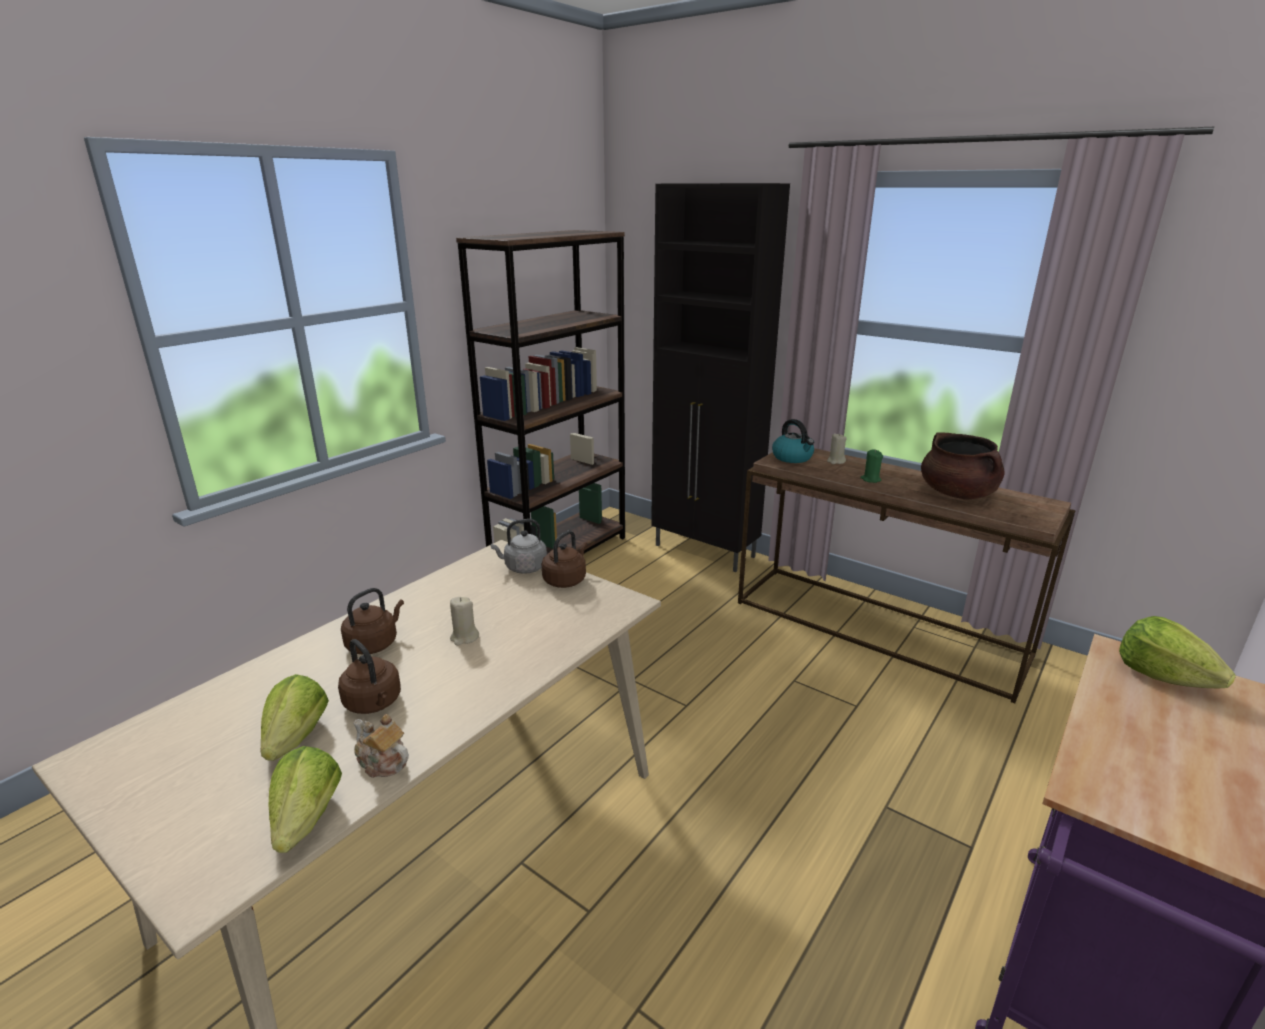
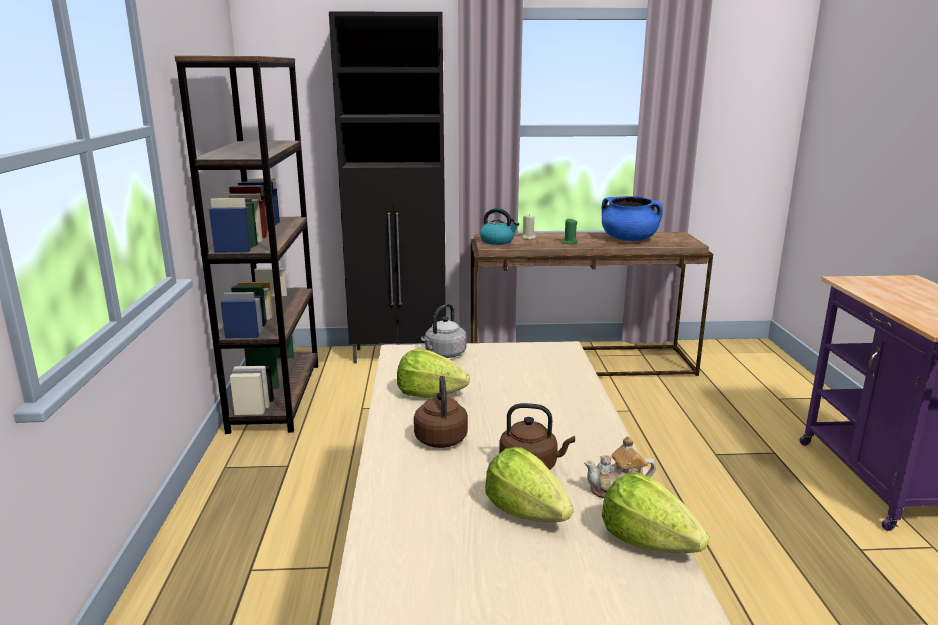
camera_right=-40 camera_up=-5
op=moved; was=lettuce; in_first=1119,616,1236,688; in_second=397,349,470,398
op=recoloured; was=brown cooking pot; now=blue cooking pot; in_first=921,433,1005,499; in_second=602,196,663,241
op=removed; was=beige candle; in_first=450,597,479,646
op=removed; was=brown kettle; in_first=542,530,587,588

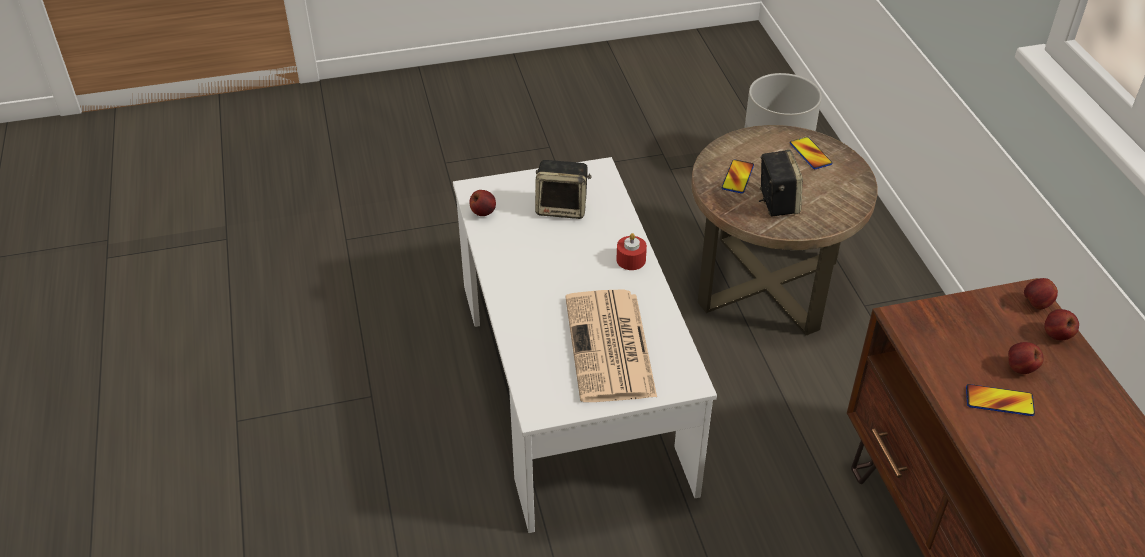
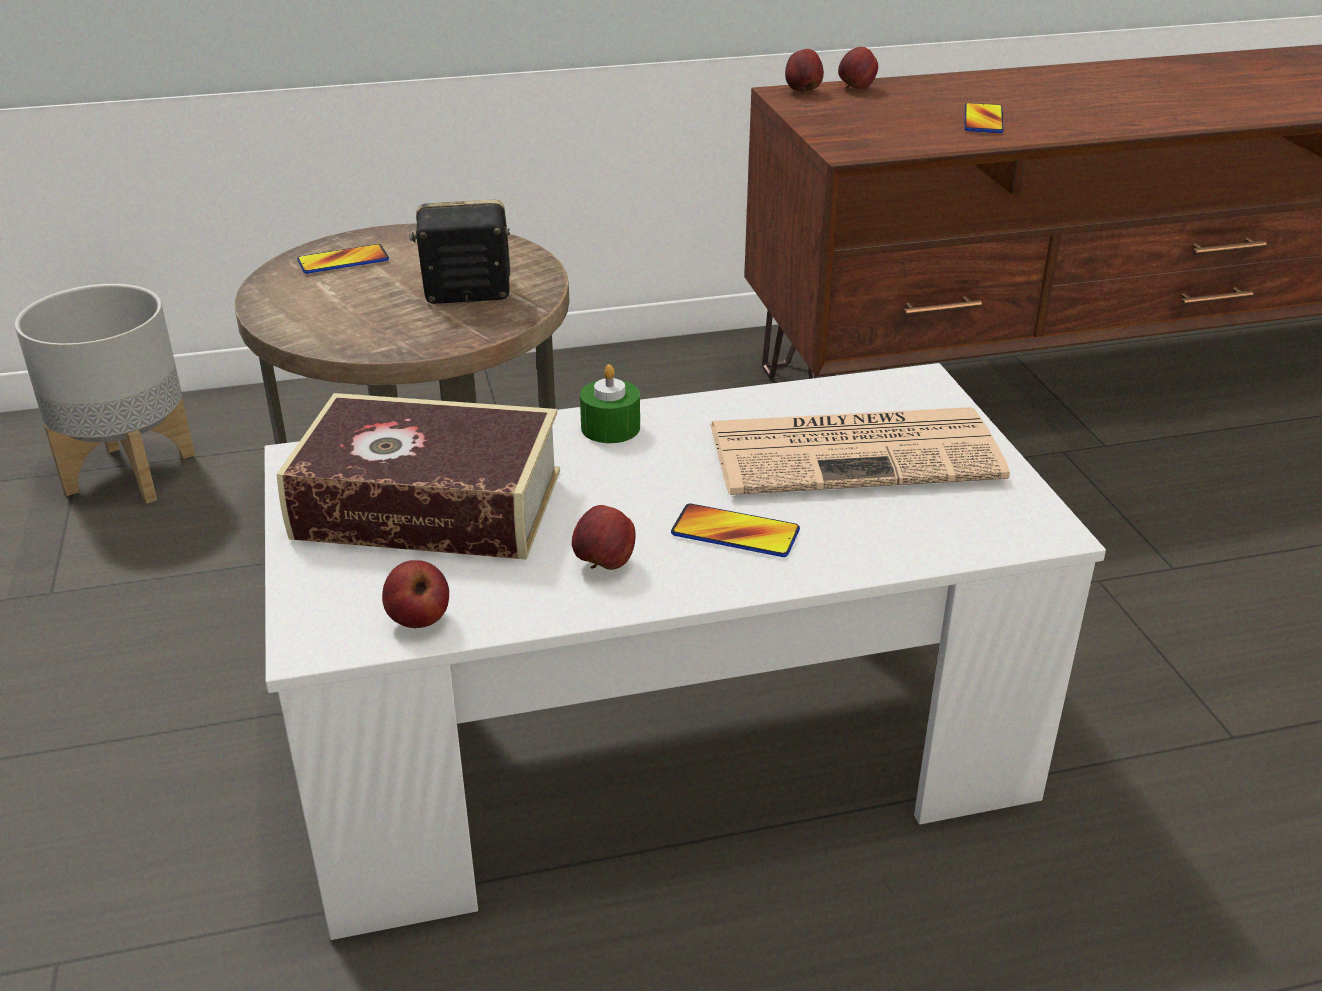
camera_right=-90 camera_up=-10
op=replaced; was=speaker; now=book; in_first=535,160,591,219; in_second=277,393,560,560
op=moved; was=apple; in_first=1008,342,1044,374; in_second=572,505,636,570
op=recoloured; was=red candle; now=green candle; in_first=616,233,647,270; in_second=580,364,640,443
op=moved; was=phone; in_first=722,159,754,194; in_second=671,504,800,557

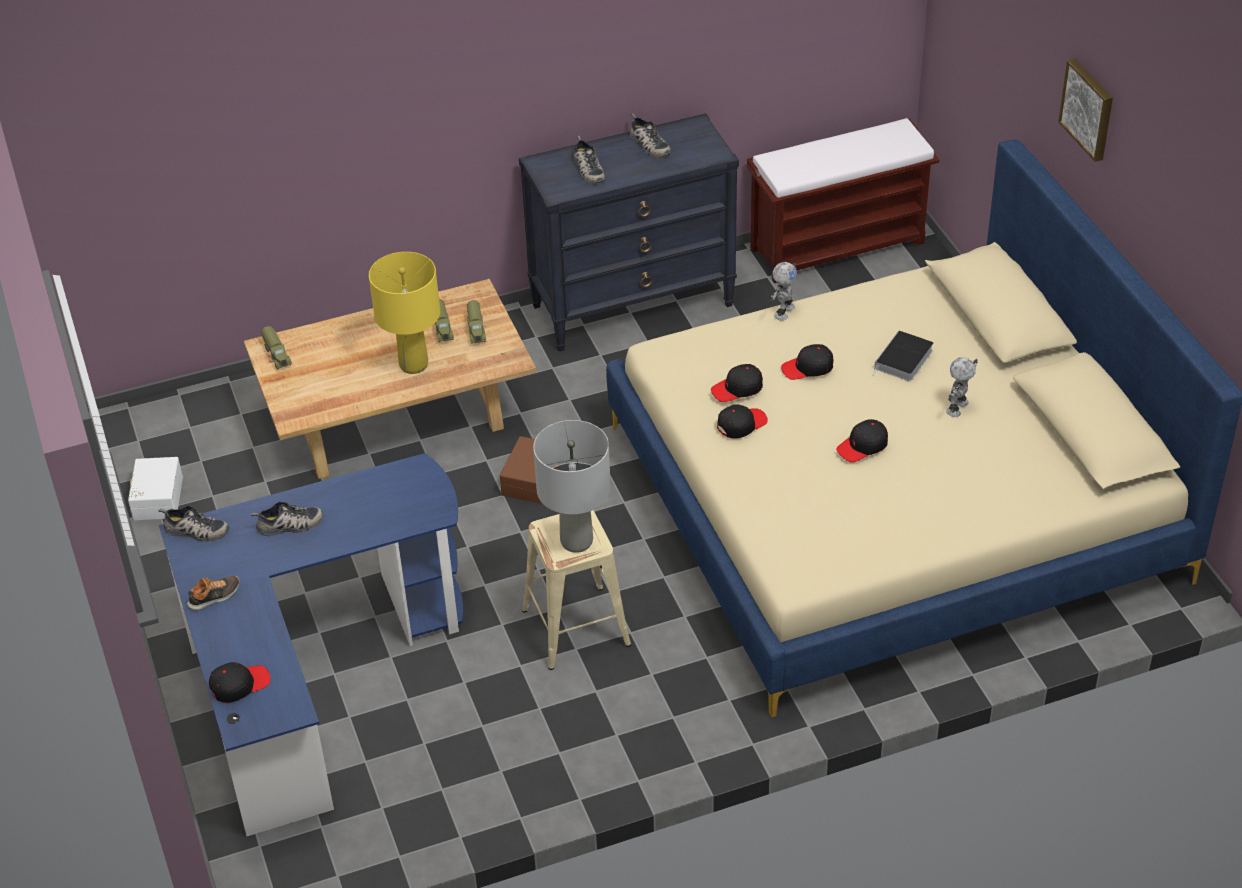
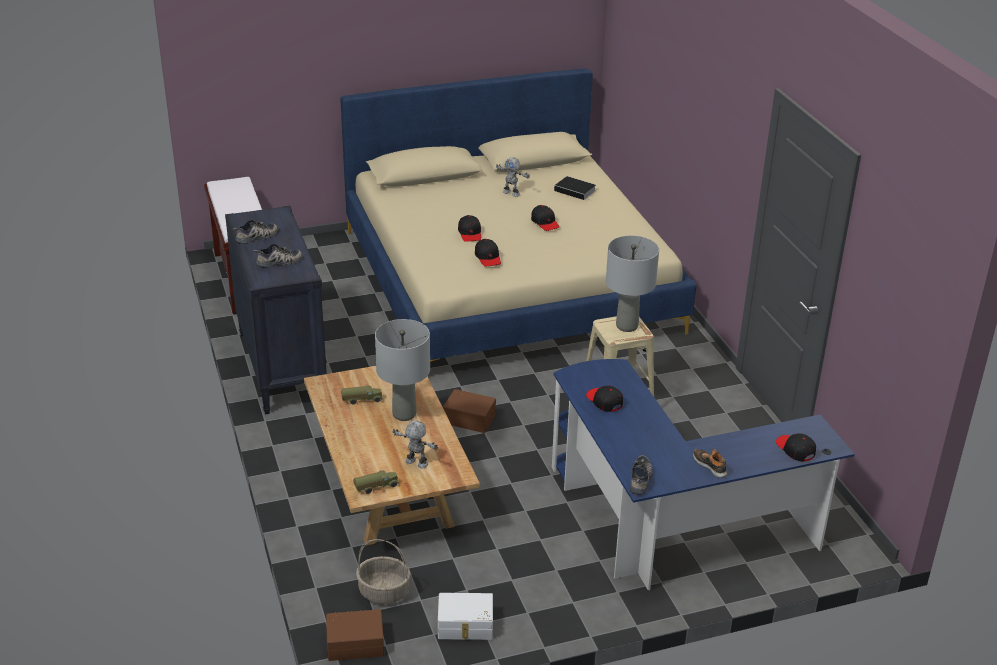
camera_right=-90 camera_up=-10
op=added; now=brown storage box; in_second=326,609,384,661
op=added; now=basket; in_second=356,539,410,604
op=recoloured; was=yellow table lamp; now=grey table lamp; in_first=369,252,440,374; in_second=375,319,430,421
op=moved; was=toy robot; in_first=770,262,797,321; in_second=392,420,438,469
op=moved; was=book; in_first=872,330,934,382; in_second=554,176,596,201
op=moved; was=black cap; in_first=717,404,768,438; in_second=586,386,623,412
op=removed; was=shoe; in_first=251,502,323,536
op=removed; was=toy truck; in_first=467,300,486,344
op=removed; was=picture; in_first=1058,59,1113,162

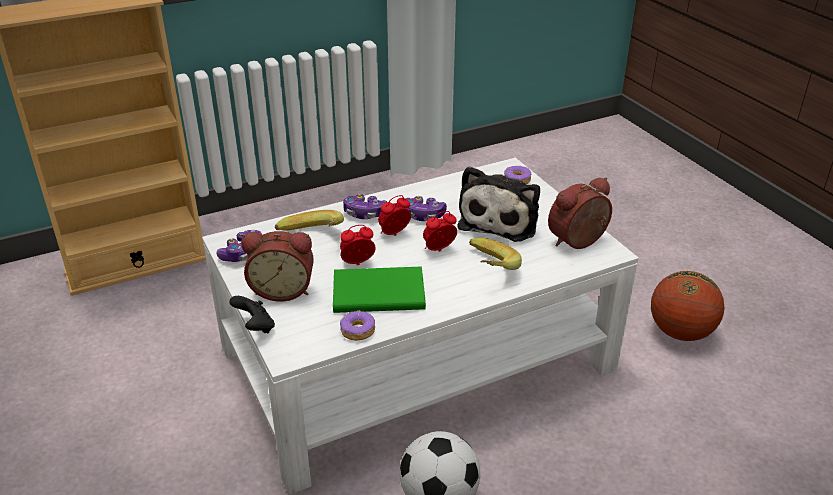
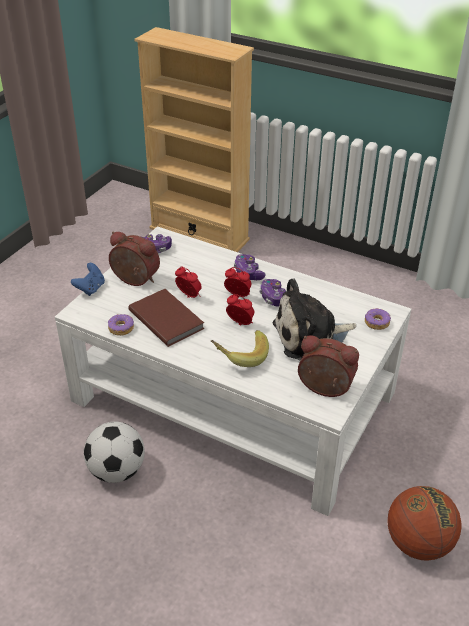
camera_right=55 camera_up=5
op=recoloured; was=black game controller; now=blue game controller; in_first=229,296,275,333; in_second=71,263,105,296
op=turned; was=alarm clock; in_first=241,231,314,302; in_second=109,232,160,286; clockwise=150
op=recoloured; was=green book; now=brown book; in_first=333,267,426,313; in_second=128,289,204,347
op=removed; was=banana; in_first=275,210,344,231

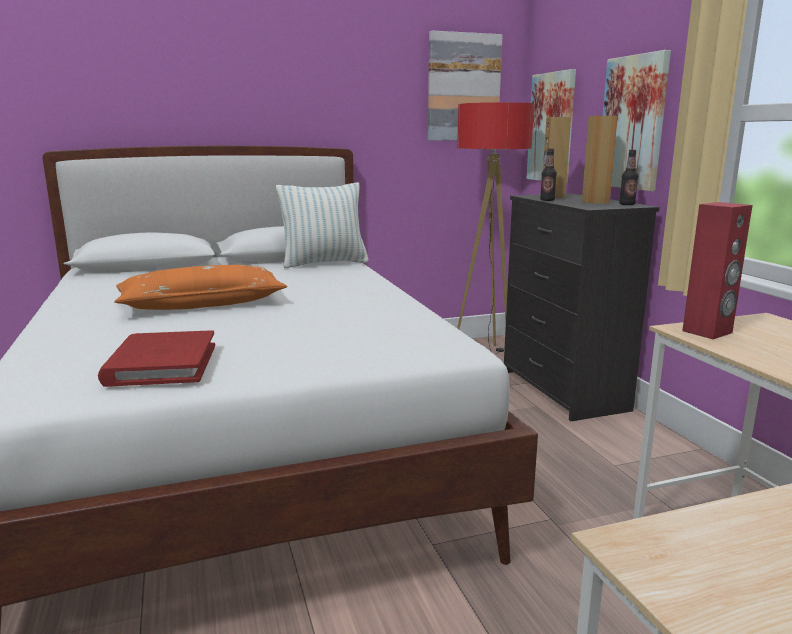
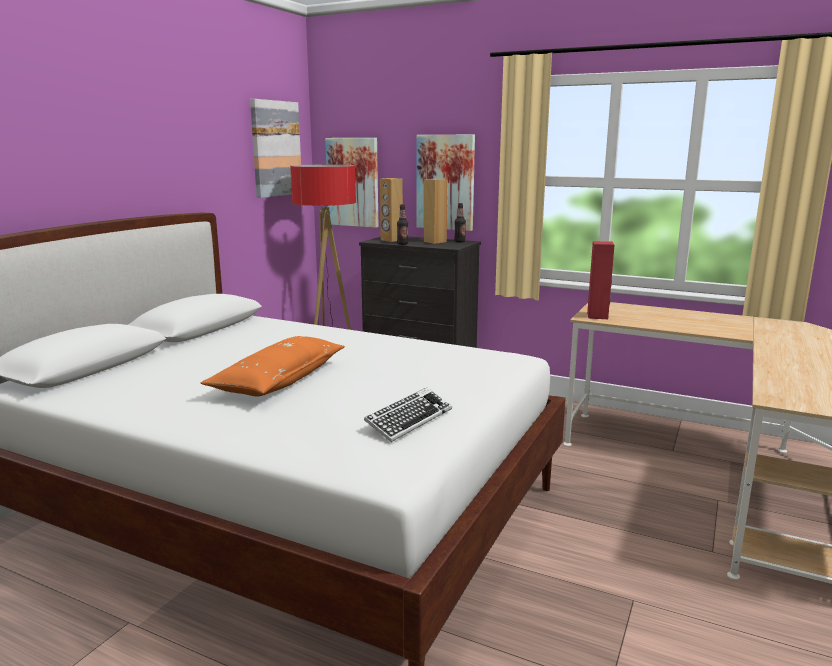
camera_right=-45 camera_up=0
op=replaced; was=red book; now=keyboard; in_first=98,330,215,387; in_second=364,387,452,442
op=removed; was=pillow; in_first=276,183,369,268

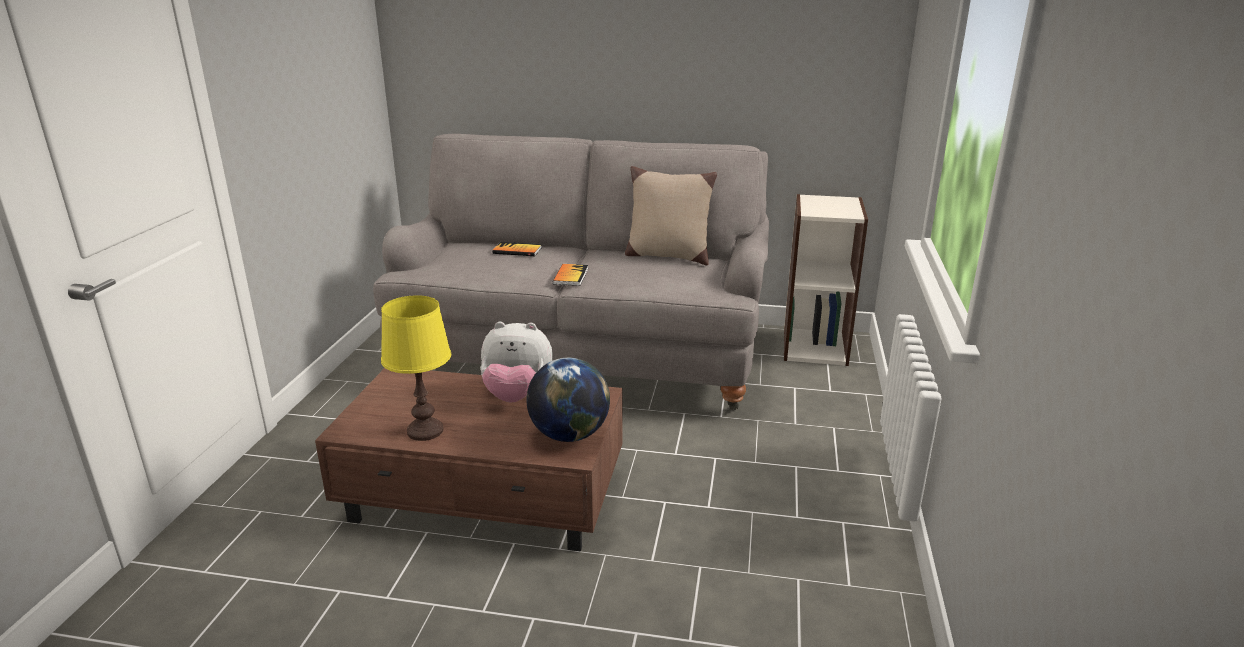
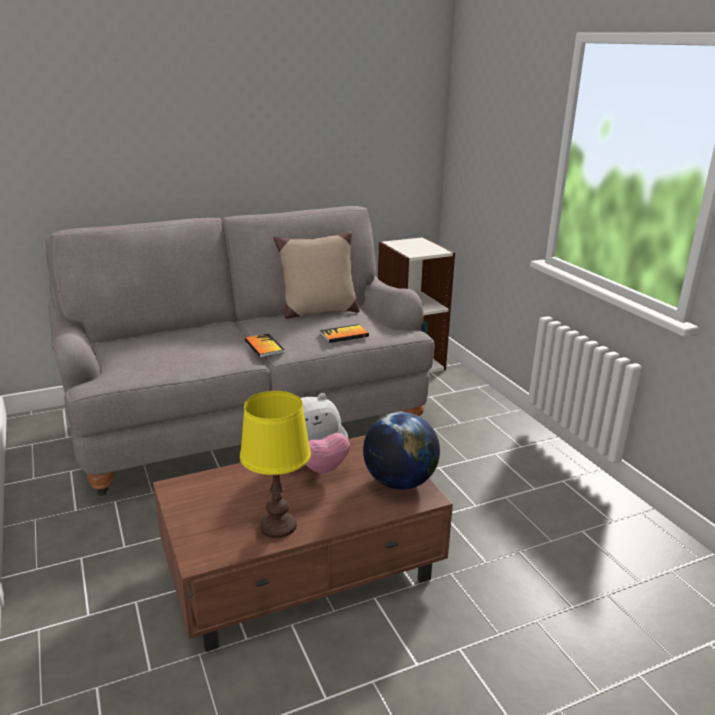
camera_right=-35 camera_up=0
op=moved; was=book; in_first=492,242,542,256; in_second=320,324,369,343

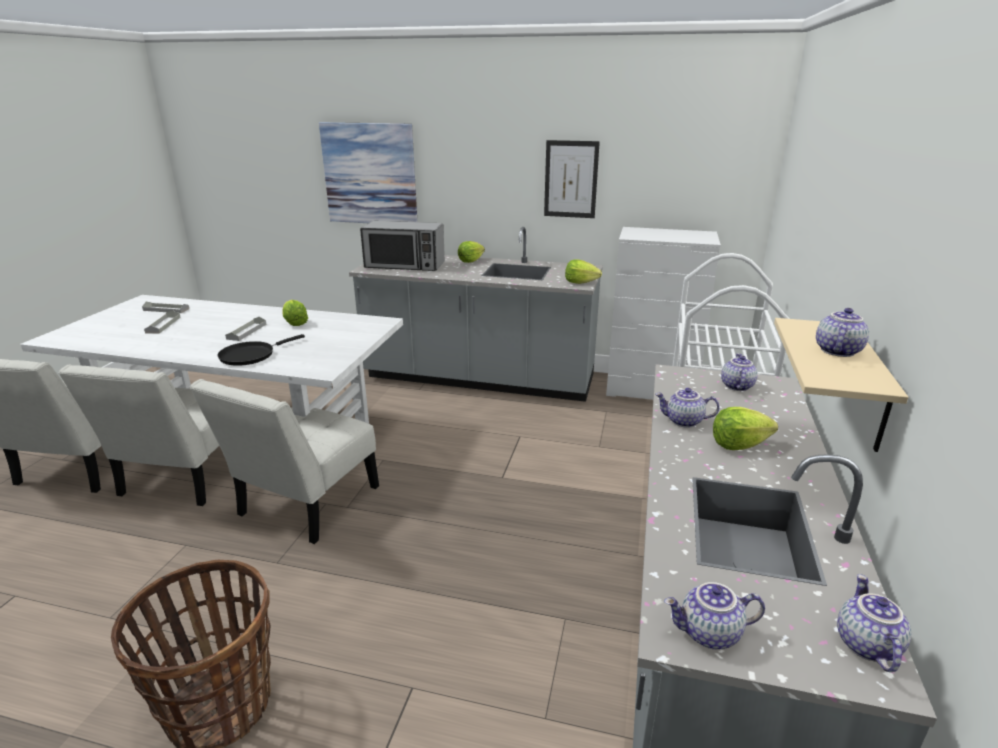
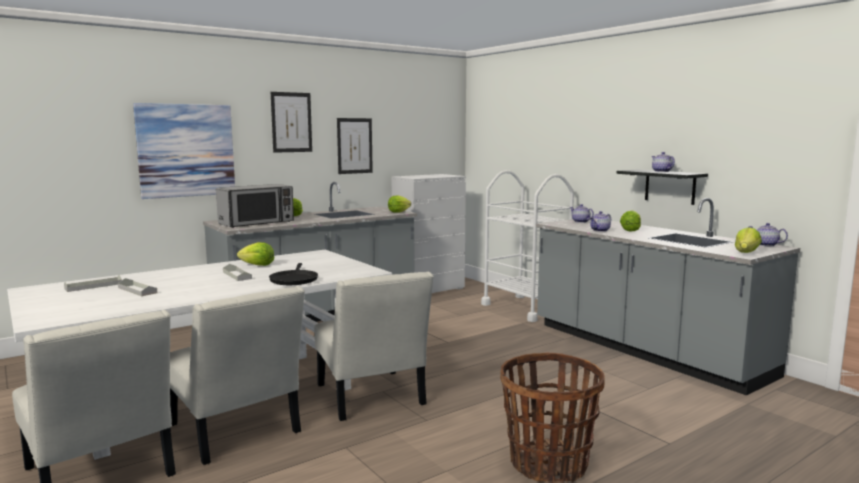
camera_right=-50 camera_up=-15
op=added; now=picture; in_second=271,92,312,153
op=recoloured; was=beige shelf; now=black shelf; in_first=774,318,908,452; in_second=616,169,708,205
op=replaced; was=teapot; now=lettuce; in_first=664,582,765,649; in_second=735,227,762,253

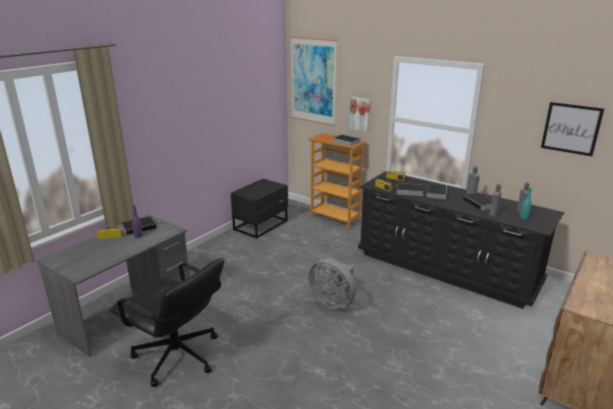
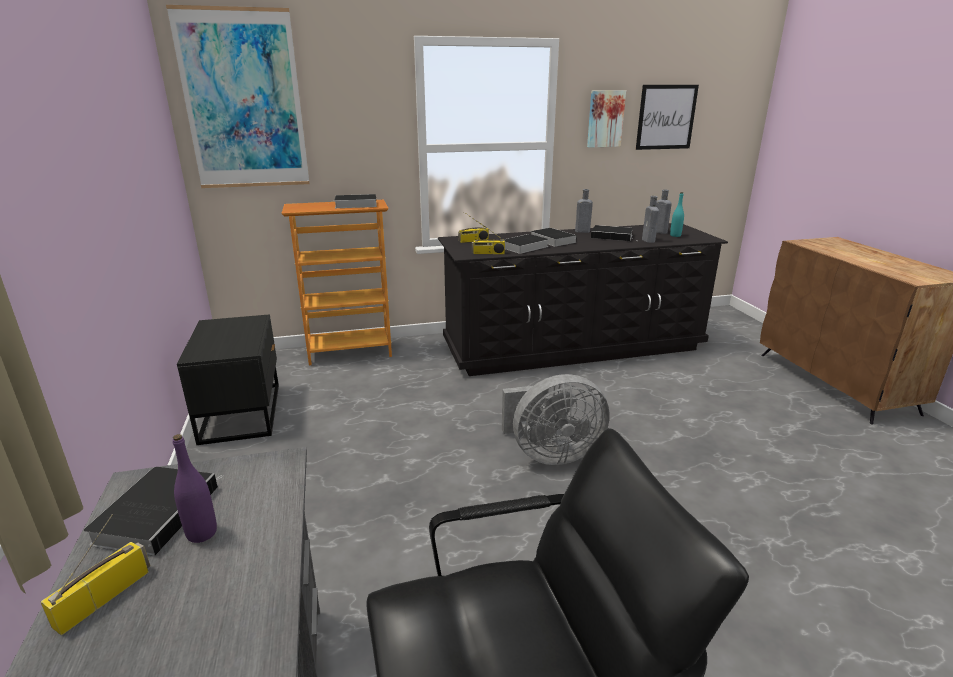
camera_right=-50 camera_up=0
op=moved; was=picture; in_first=349,97,371,132; in_second=587,90,626,148

